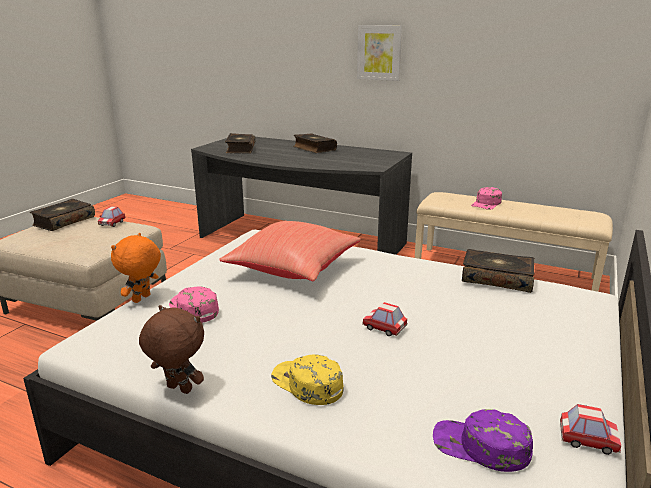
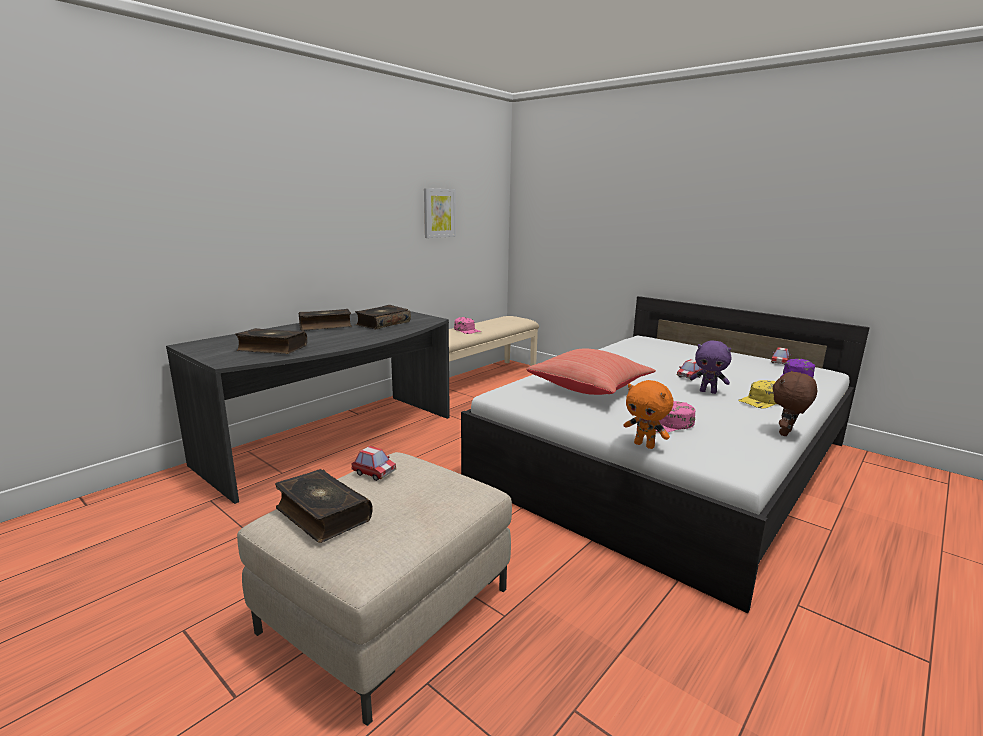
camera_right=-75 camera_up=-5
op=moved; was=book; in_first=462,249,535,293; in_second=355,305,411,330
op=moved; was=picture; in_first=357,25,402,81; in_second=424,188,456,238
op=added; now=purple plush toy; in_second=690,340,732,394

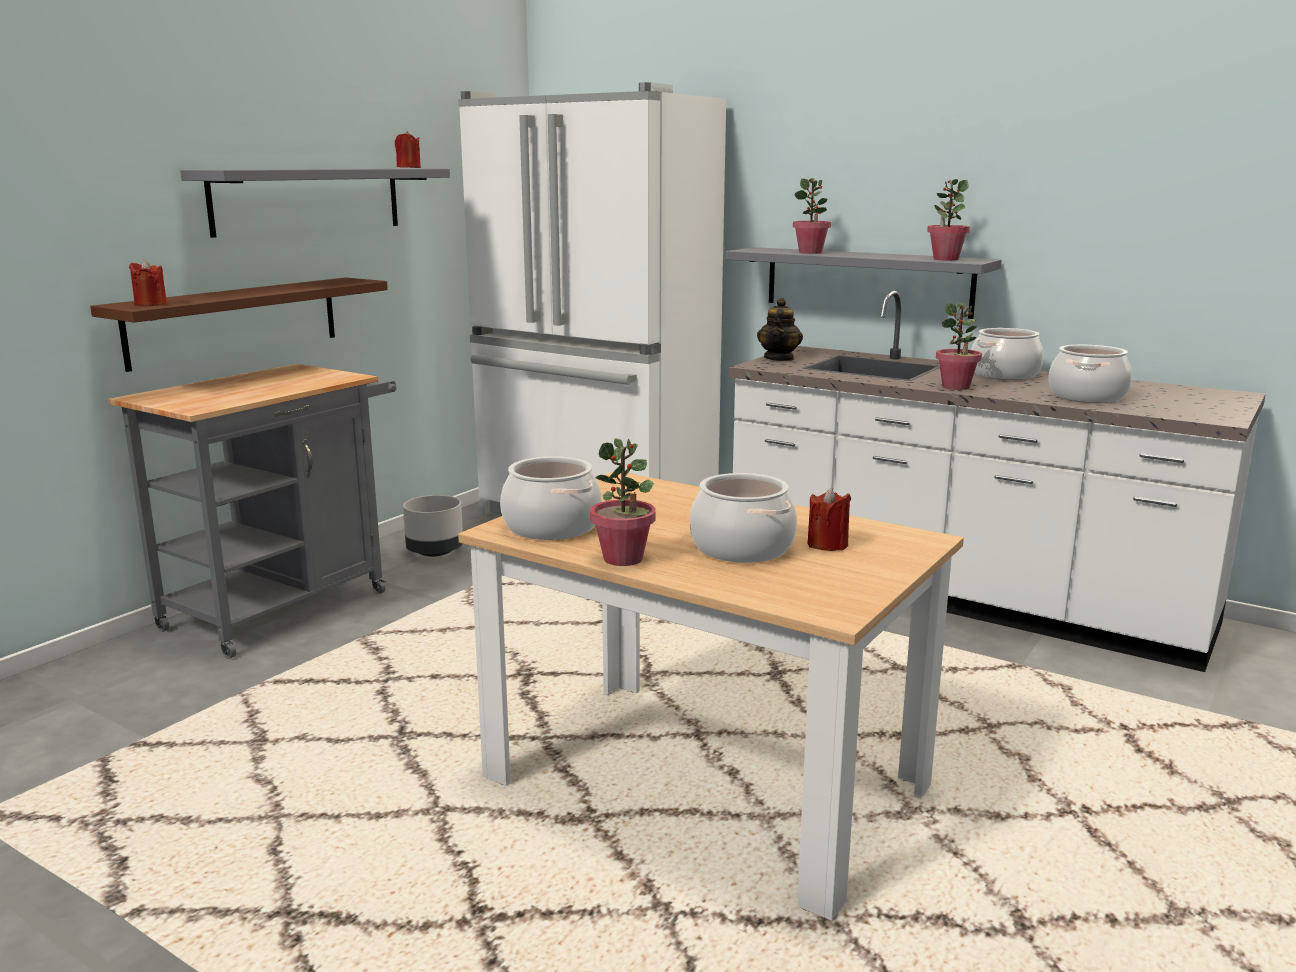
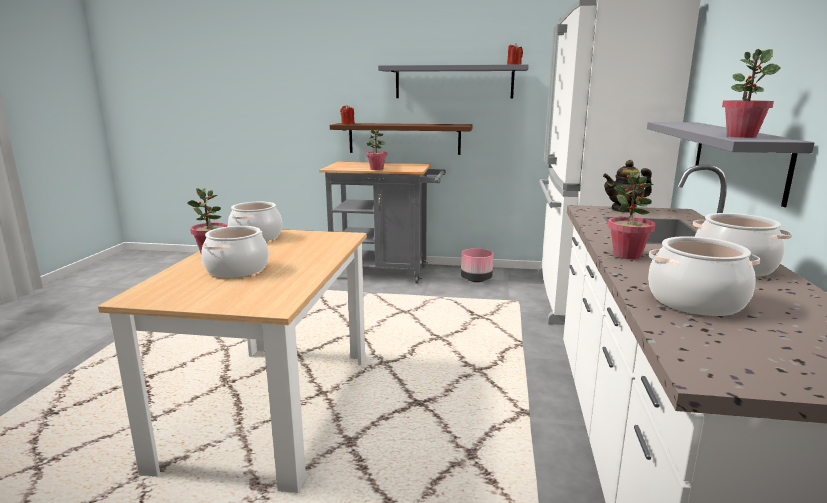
camera_right=65 camera_up=0
op=moved; was=potted plant; in_first=793,178,831,254; in_second=366,129,387,170
op=recoloured; was=grey planter; now=pink planter; in_first=403,495,463,557; in_second=461,248,493,282
op=removed; was=red candle; in_first=808,487,851,551

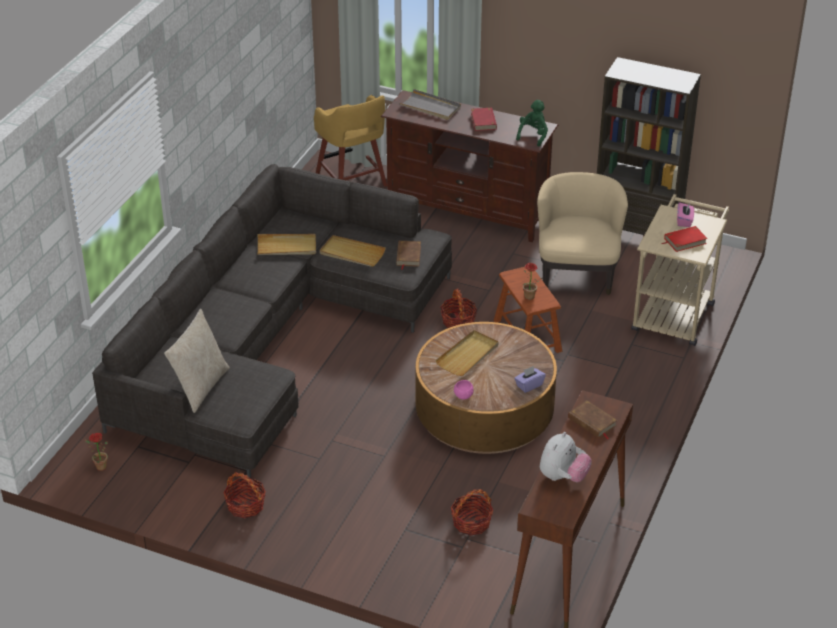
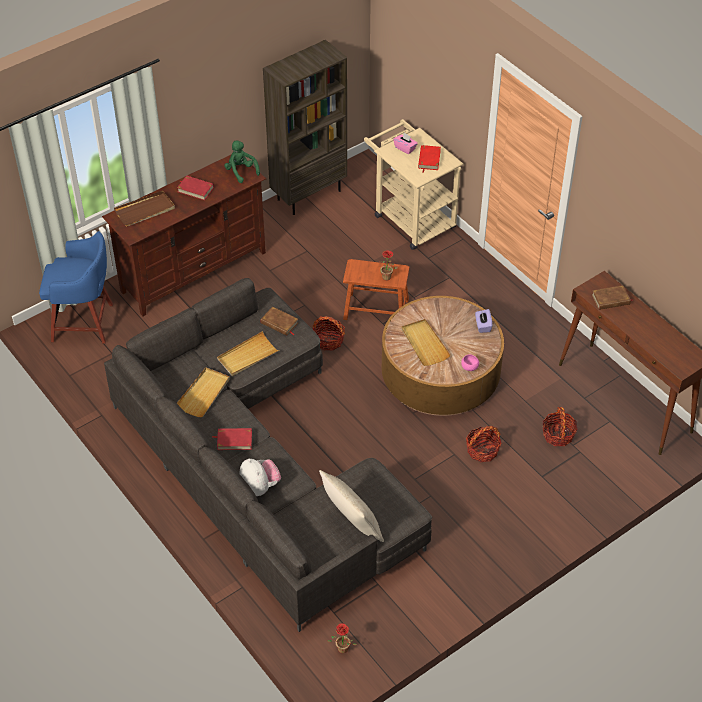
camera_right=-60 camera_up=10
op=recoloured; was=yellow stool; now=blue stool; in_first=314,95,387,187; in_second=39,231,113,343
op=recoloured; was=grey tray; now=brown tray; in_first=399,89,461,120; in_second=114,191,175,226
op=added; now=red book; in_second=212,428,252,450
op=moved; was=plush toy; in_first=540,432,592,482; in_second=240,459,281,496
op=moved; was=basket; in_first=223,472,266,518; in_second=466,426,502,462
op=removed; was=beige armchair; in_first=537,172,628,295

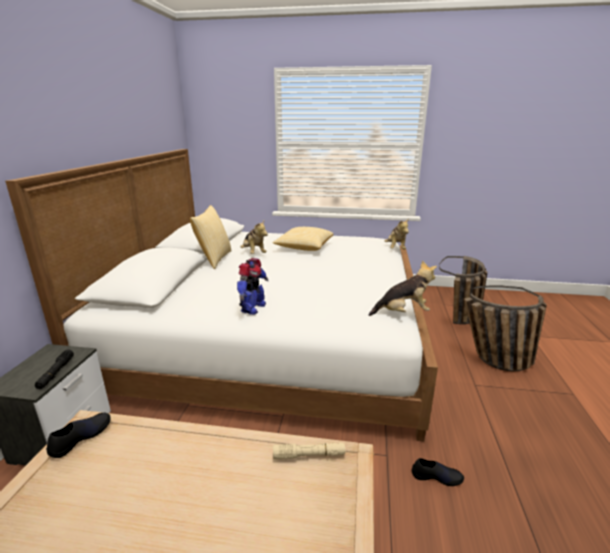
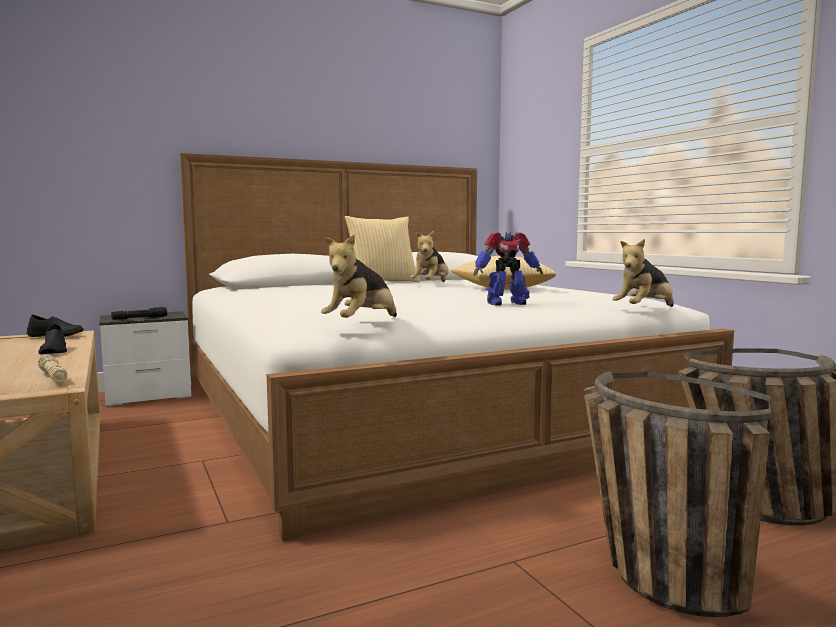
camera_right=55 camera_up=-15
op=moved; was=black shoe; in_first=412,458,464,486; in_second=38,324,67,354
op=turned; was=plush toy; in_first=368,260,437,316; in_second=321,234,397,318; clockwise=75
op=moved; was=toy robot; in_first=237,258,268,315; in_second=473,231,543,305

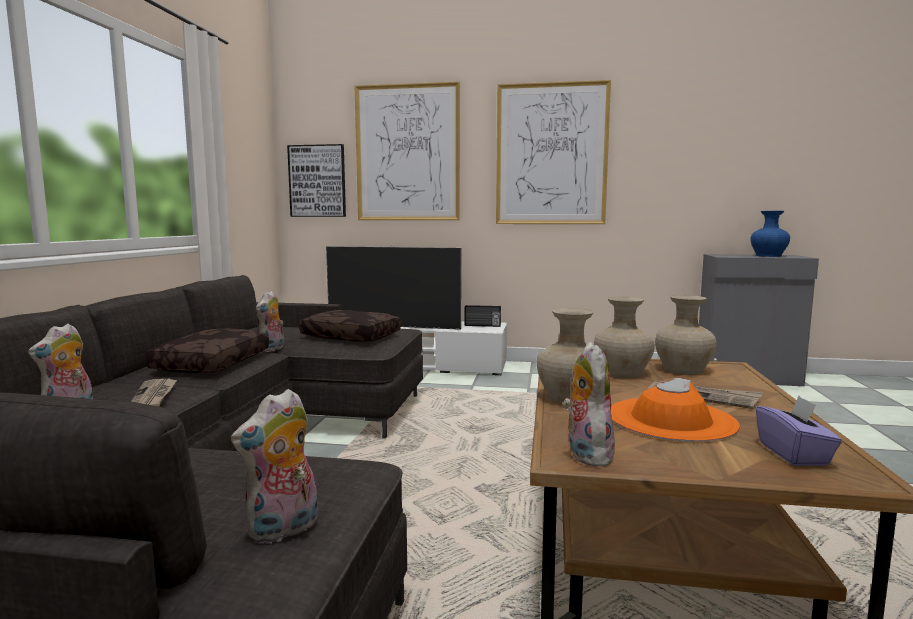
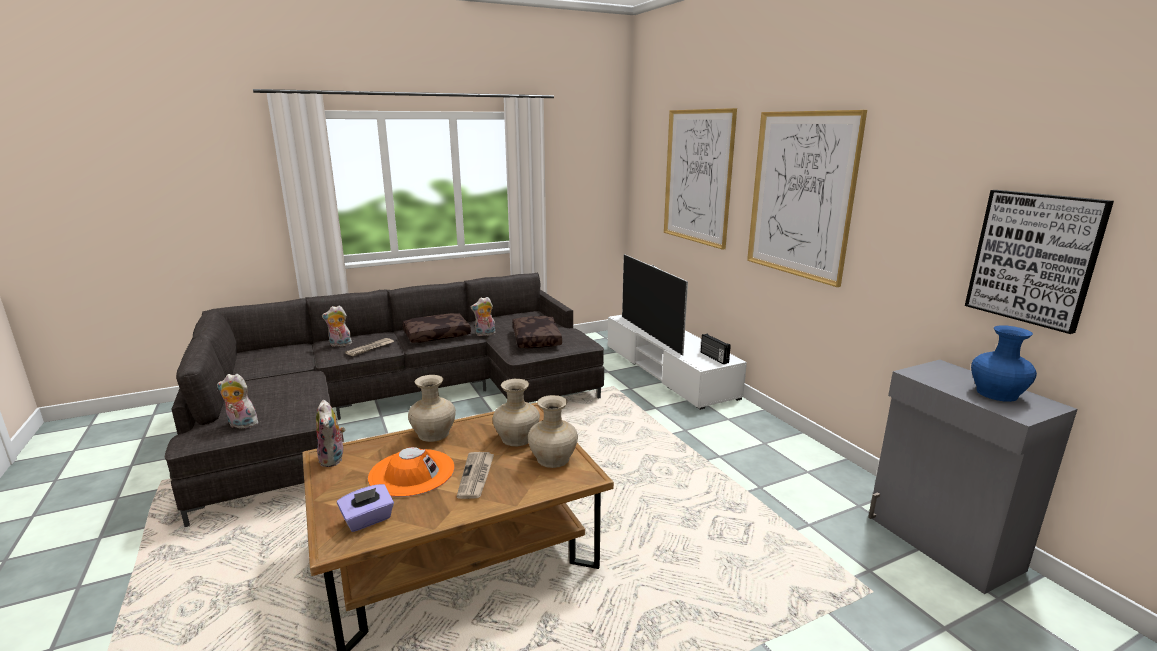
camera_right=55 camera_up=10
op=turned; was=plush toy; in_first=563,342,615,467; in_second=316,400,345,467; clockwise=105
op=moved; was=picture; in_first=287,144,346,217; in_second=965,190,1114,334

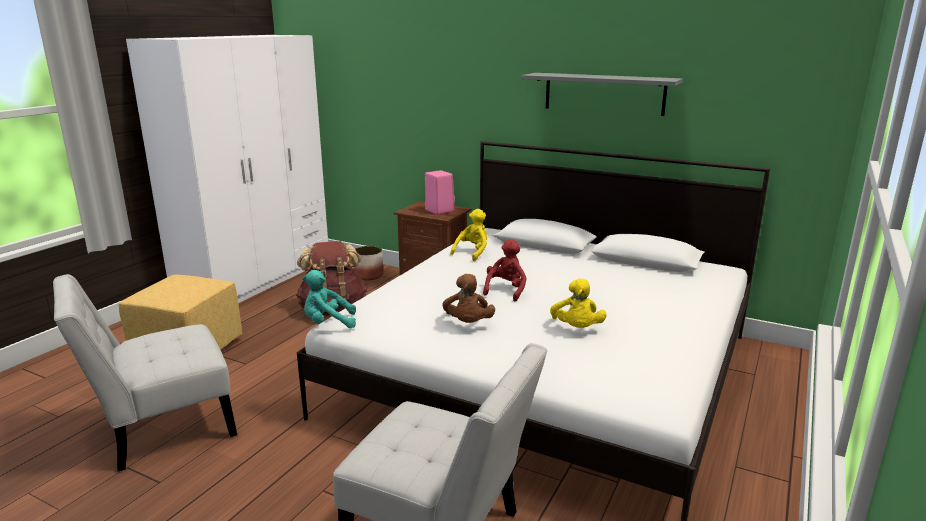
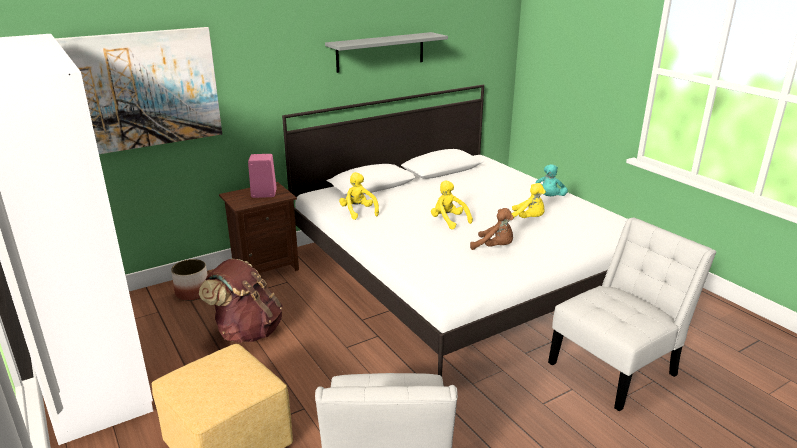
camera_right=-60 camera_up=5
op=added; now=picture; in_second=55,27,222,154
op=recoloured; was=red plush toy; now=yellow plush toy; in_first=483,239,527,302; in_second=431,180,473,229
op=moved; was=turquoise plush toy; in_first=302,270,356,328; in_second=536,164,568,196

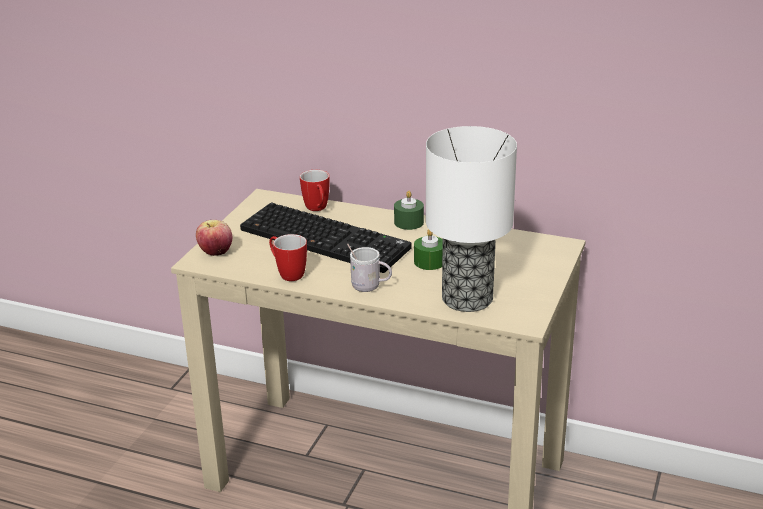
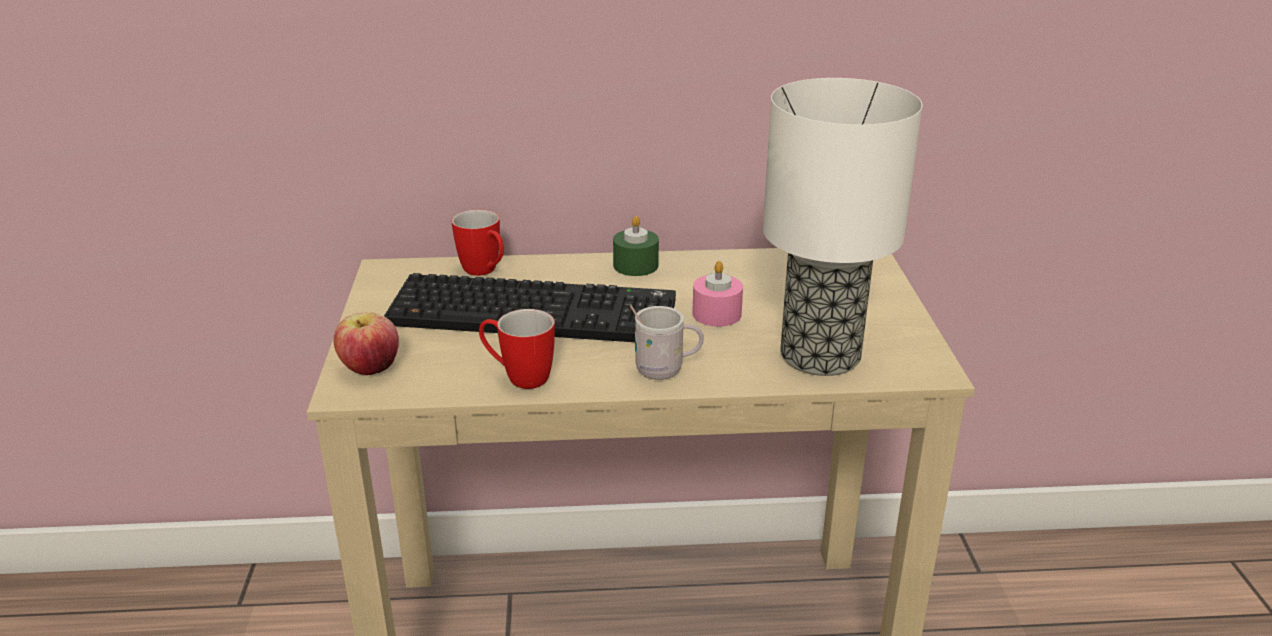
camera_right=-25 camera_up=0
op=recoloured; was=green candle; now=pink candle; in_first=414,229,443,270; in_second=692,261,743,327

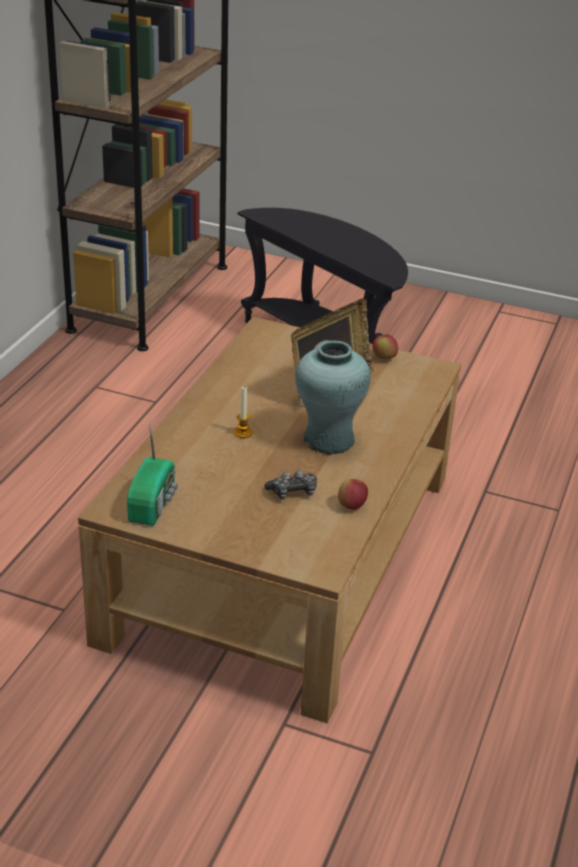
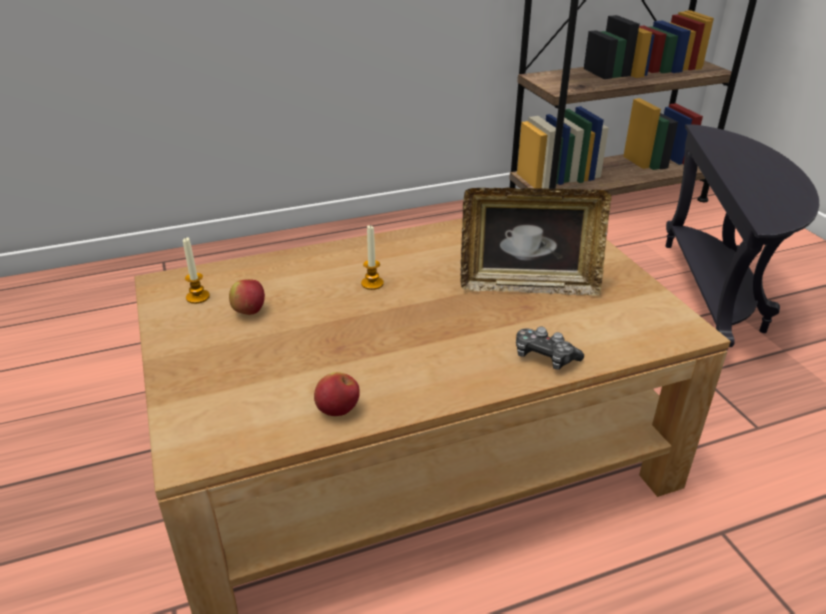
camera_right=50 camera_up=0
op=replaced; was=radio; now=candle; in_first=127,420,178,526; in_second=183,237,210,304
op=moved; was=apple; in_first=373,334,398,359; in_second=229,279,265,315
op=moved; was=game controller; in_first=265,470,317,500; in_second=516,327,584,370
op=removed; was=turquoise vase; in_first=295,341,370,454

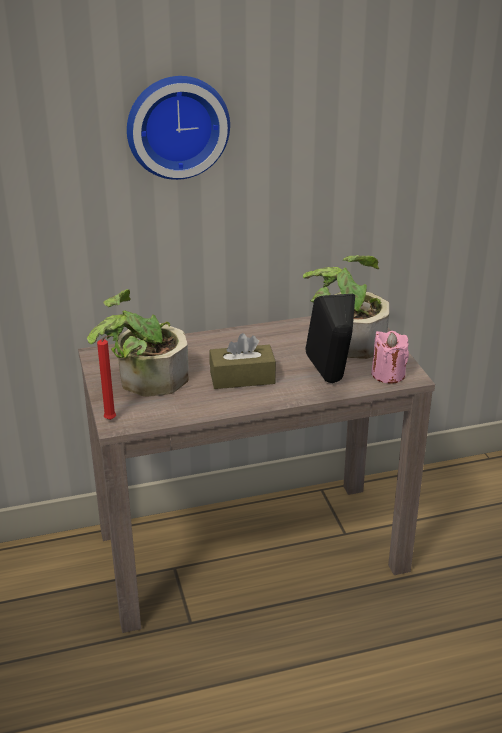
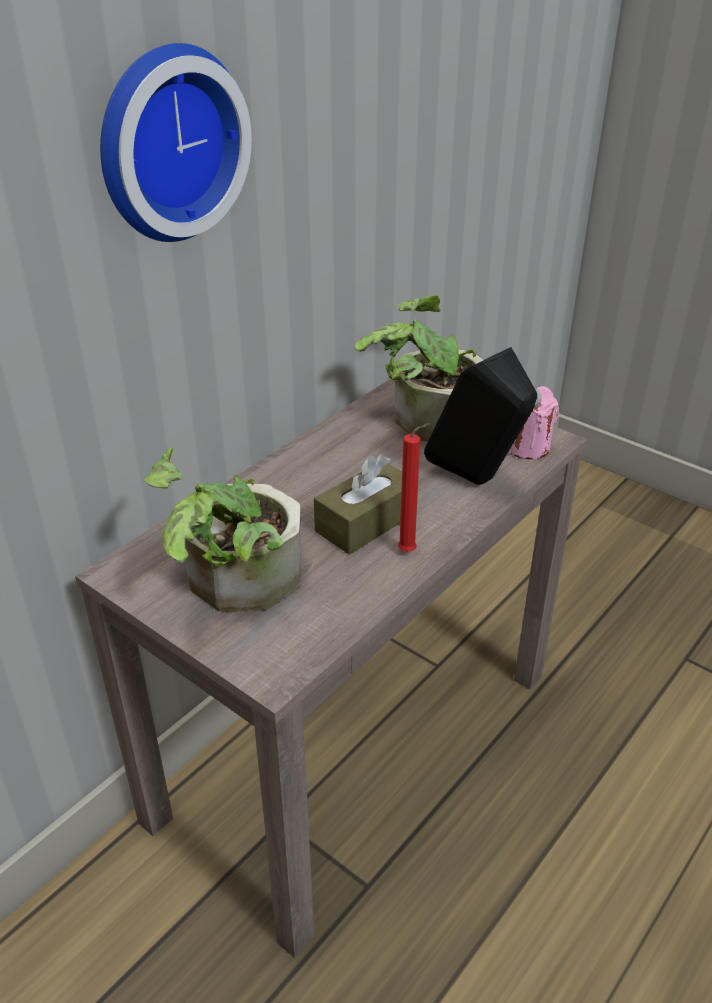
camera_right=-35 camera_up=5
op=moved; was=red candle; in_first=97,335,116,420; in_second=398,423,430,552

